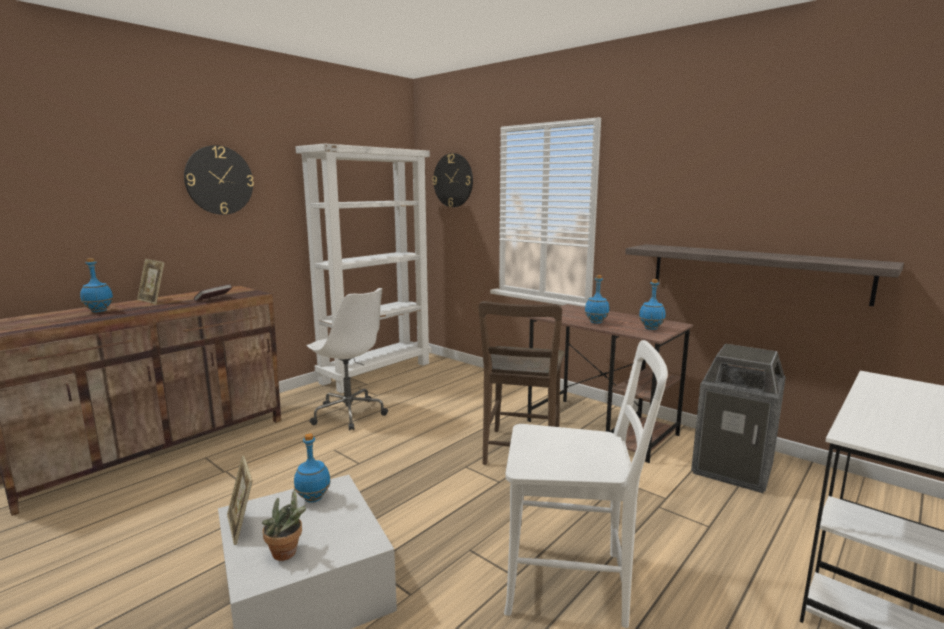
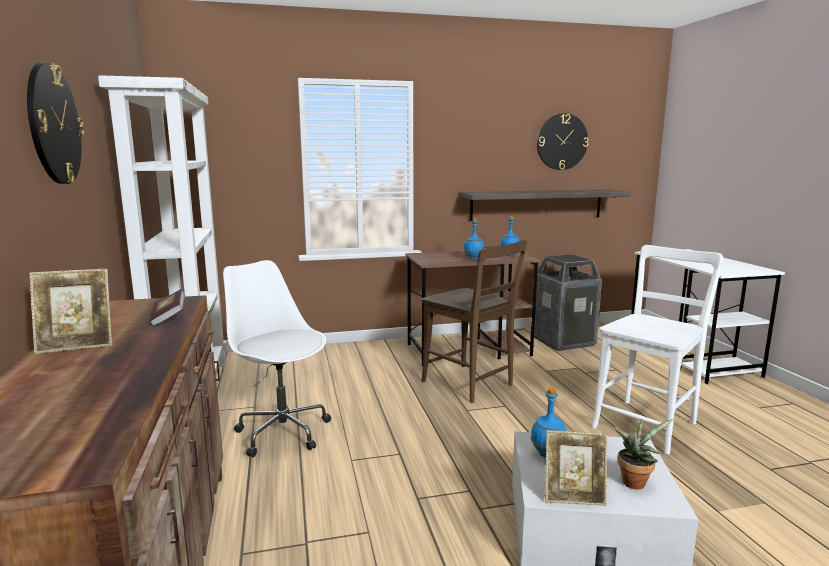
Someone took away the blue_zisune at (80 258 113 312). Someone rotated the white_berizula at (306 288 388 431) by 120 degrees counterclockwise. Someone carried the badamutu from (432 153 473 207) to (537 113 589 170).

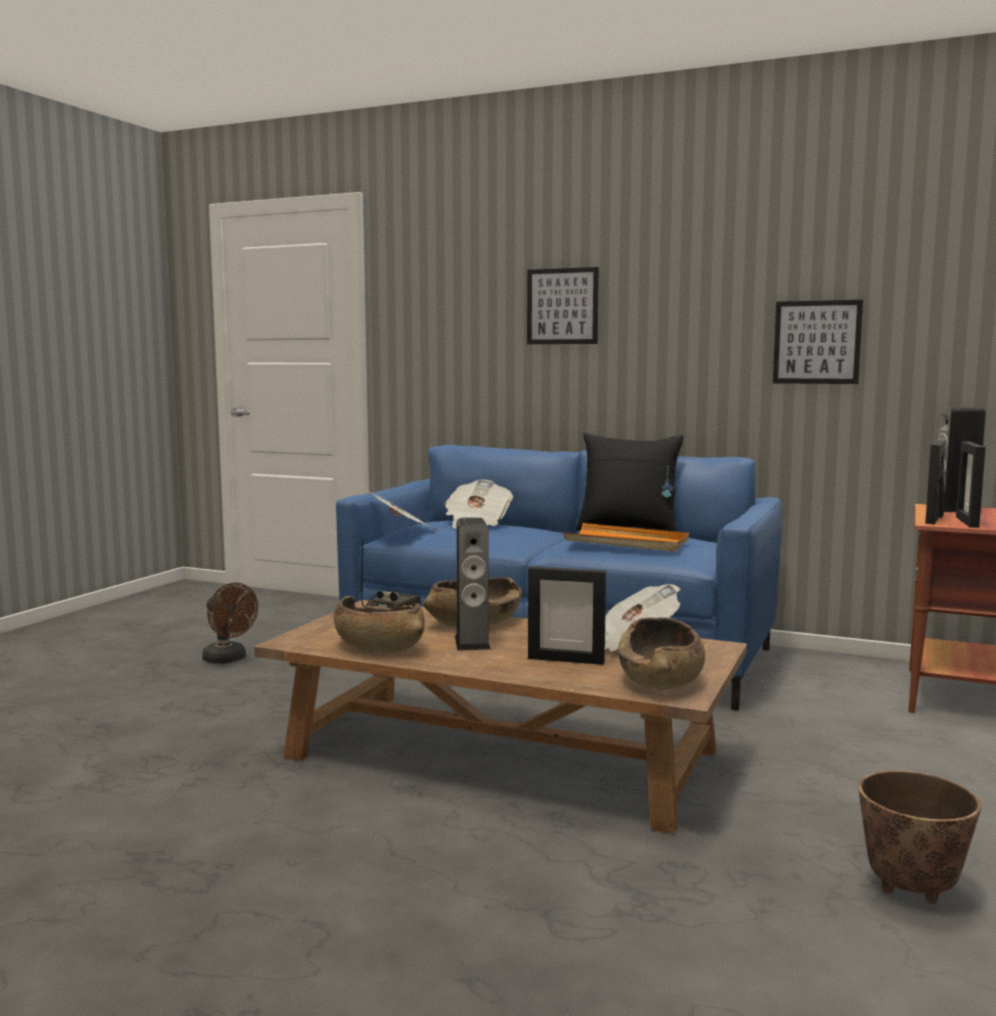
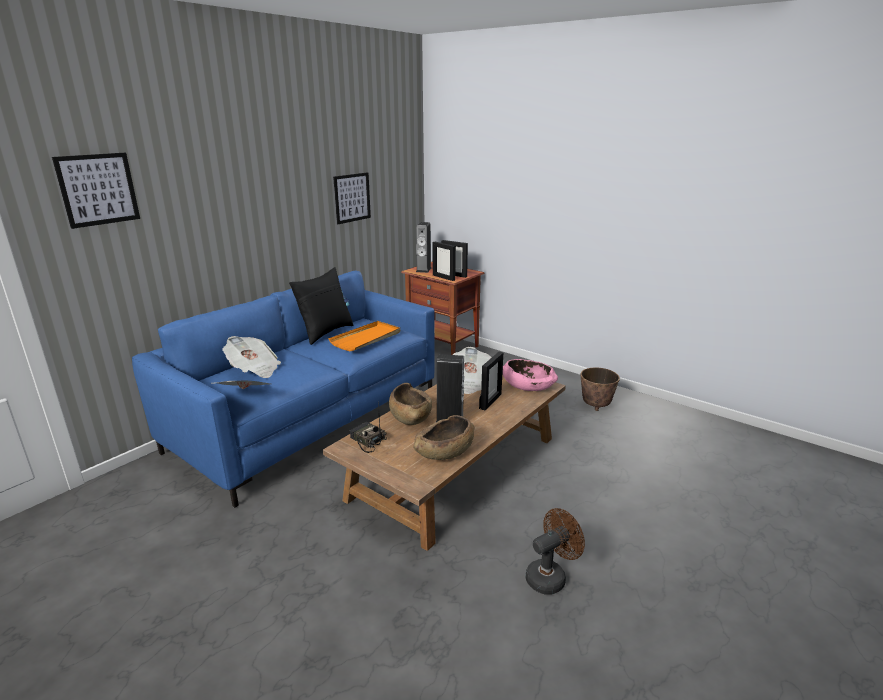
Someone carried the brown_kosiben from (202 583 258 664) to (526 508 585 595). Someone carried the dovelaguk from (527 267 599 344) to (52 153 140 229). Someone repainted the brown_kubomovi at (618 617 705 689), which became the pink_kubomovi at (502 359 558 391).

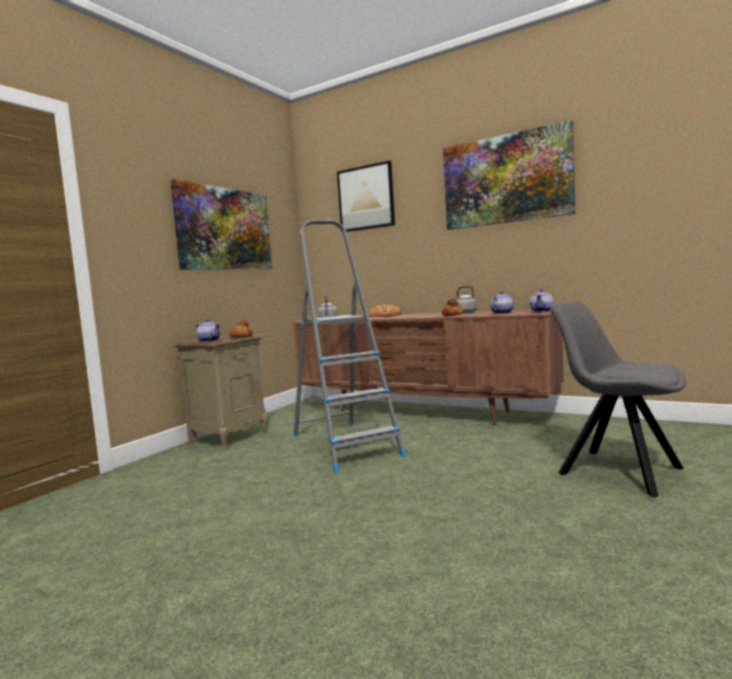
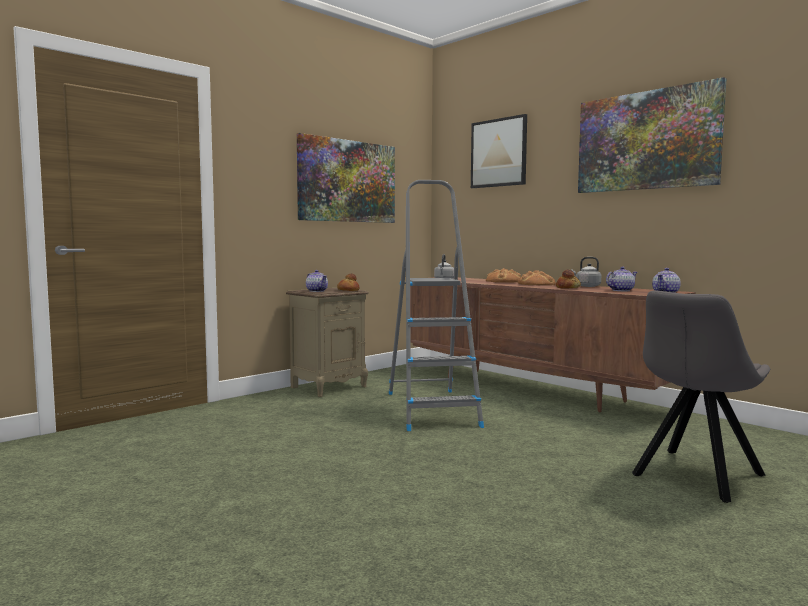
Someone rotated the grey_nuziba at (550 300 686 497) by 105 degrees counterclockwise. Someone put down the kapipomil at (518 270 556 285).

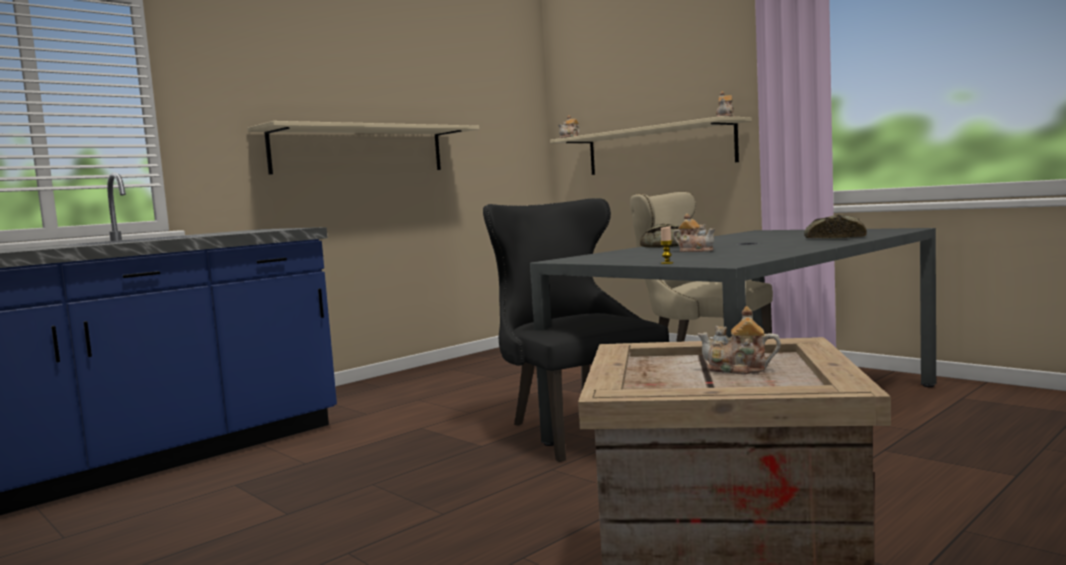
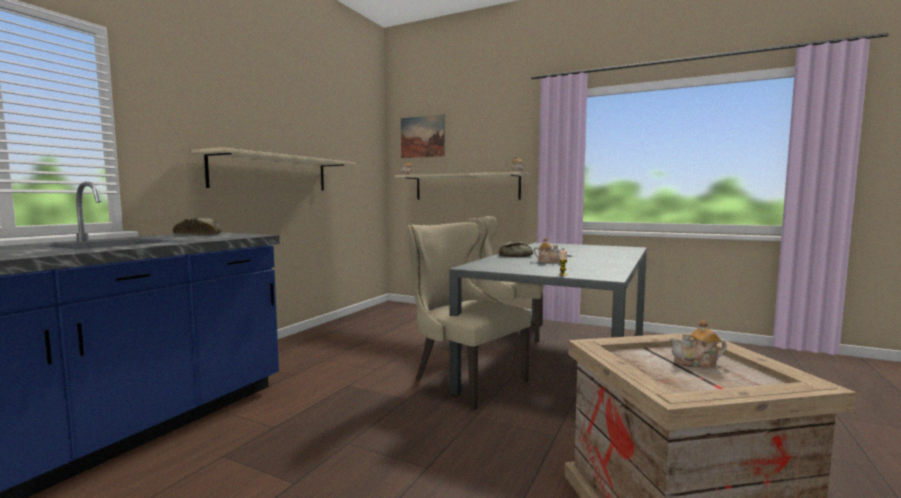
Someone repainted the black_nuziba at (483 198 669 462), which became the beige_nuziba at (407 222 531 410). Someone carried the kapipomil from (804 215 867 239) to (173 217 222 235). Someone put up the dovelaguk at (401 114 445 158).

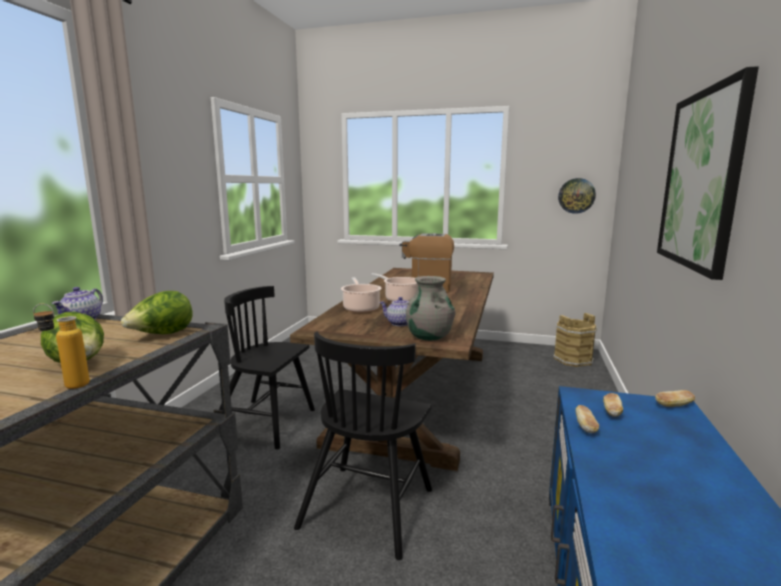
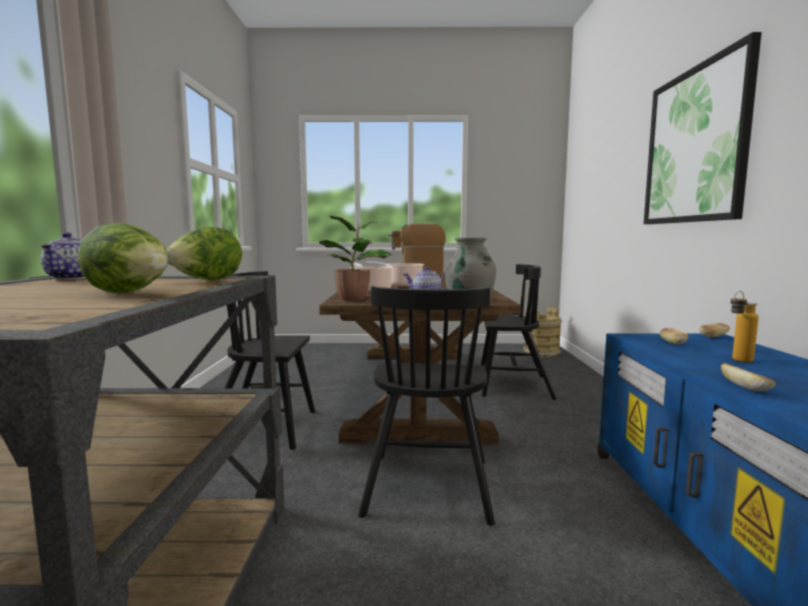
Someone carried the zisune from (33 304 90 389) to (731 291 759 362). Someone took away the badamutu at (558 178 596 214). Someone carried the kapipomil from (575 405 599 433) to (721 363 775 391). Someone put down the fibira at (319 216 391 301). Someone put down the black_nuziba at (481 264 557 400).

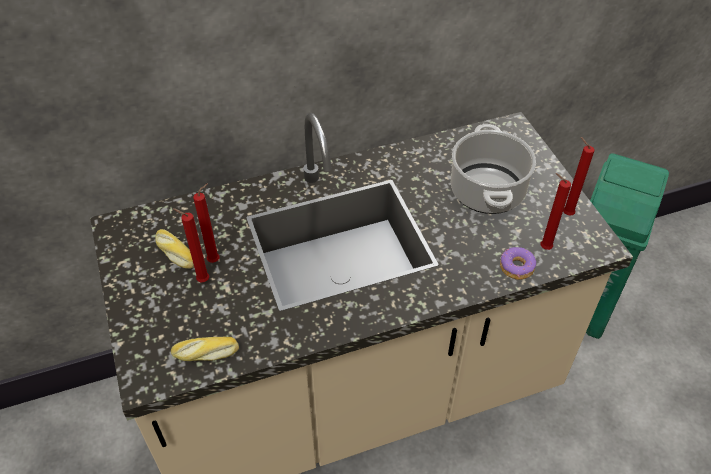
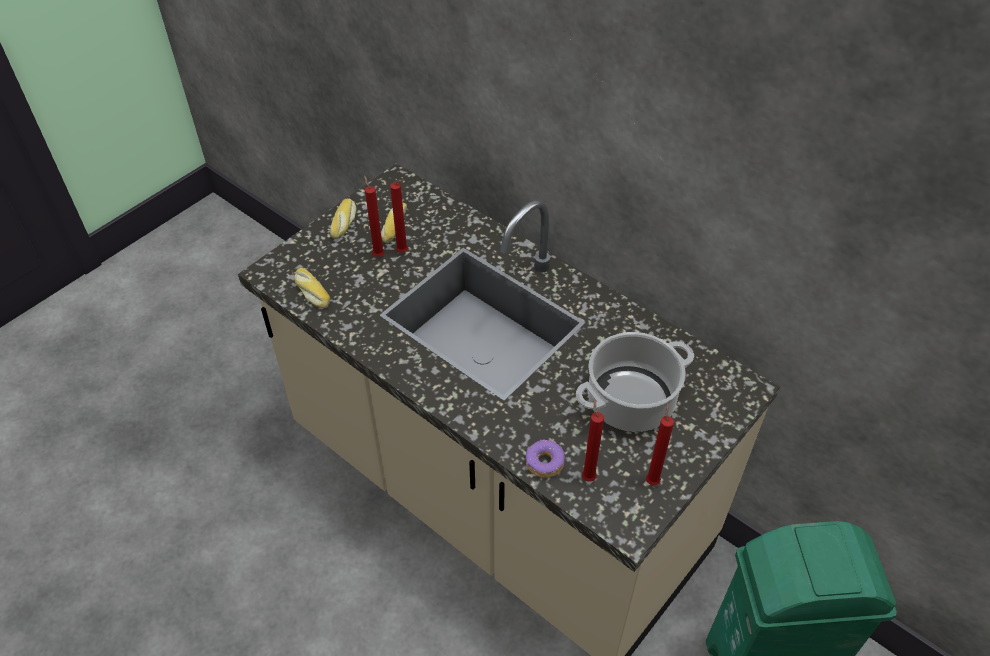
Someone put down the kapipomil at (330 198 357 239).

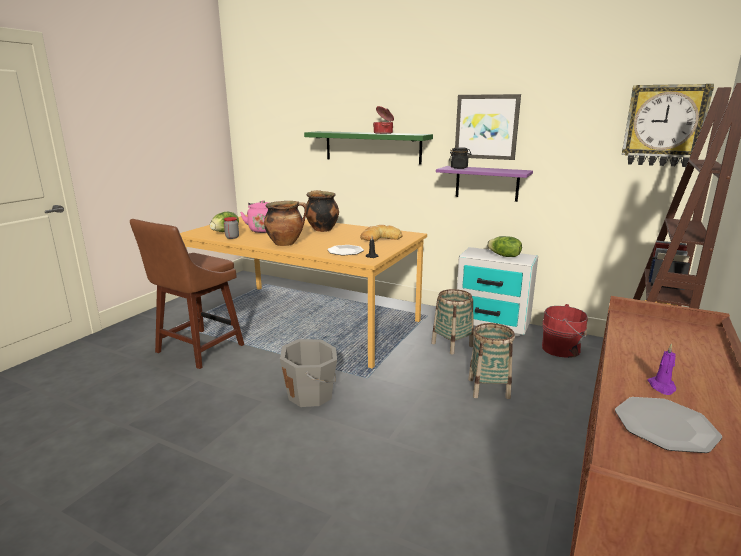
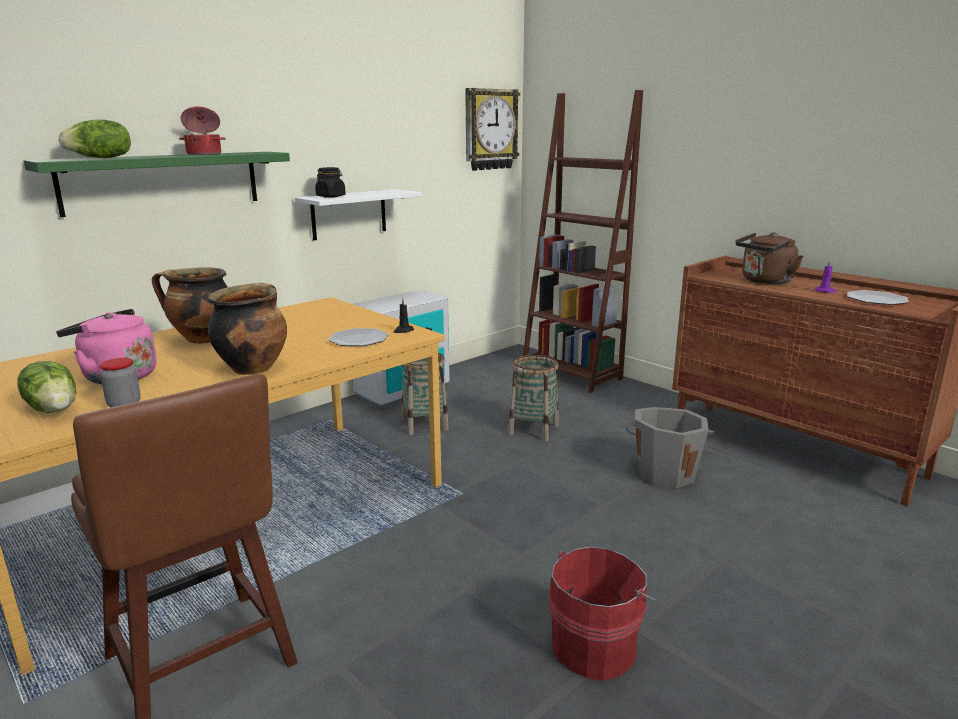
Someone carried the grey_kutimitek from (280 339 337 407) to (625 407 715 488). Someone took away the kapipomil at (360 225 403 242). Someone repainted the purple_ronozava at (436 166 533 202), which became the white_ronozava at (295 189 422 240). Someone took away the dovelaguk at (455 94 521 160). Someone carried the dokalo from (487 236 522 257) to (59 119 131 158). Someone carried the red_kutimitek from (542 304 588 358) to (548 547 656 681). Someone put down the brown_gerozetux at (735 232 803 284).

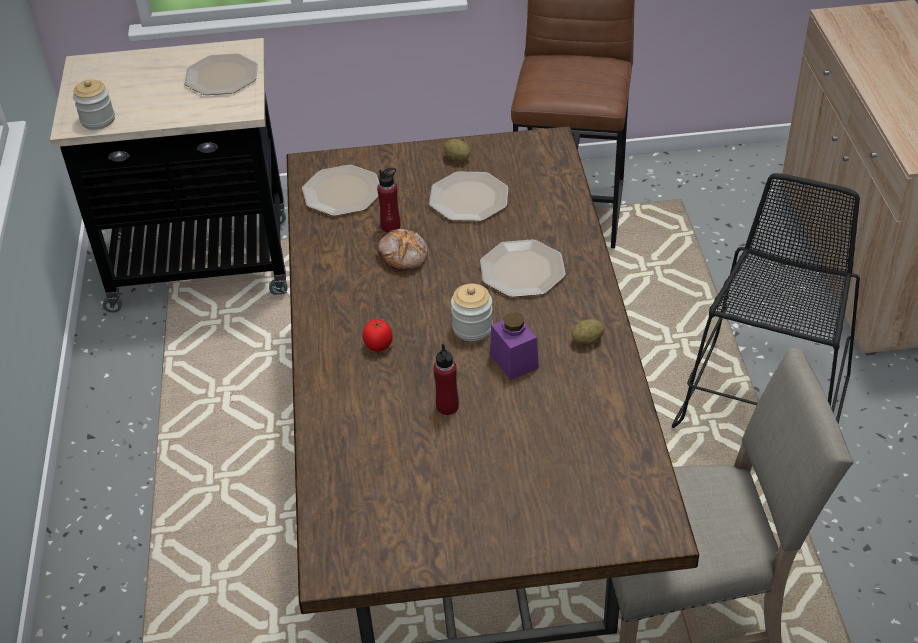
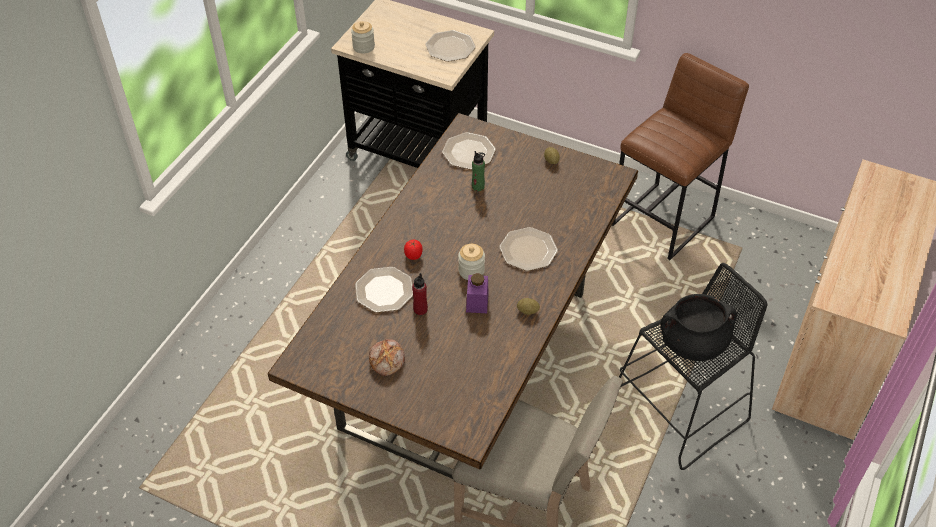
Someone repainted the red_zisune at (377 168 400 233), which became the green_zisune at (472 151 485 191). Someone carried the kapipomil from (377 229 428 271) to (369 339 405 376). Someone carried the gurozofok from (429 172 508 221) to (355 267 413 313). Someone put down the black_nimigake at (660 294 737 361).

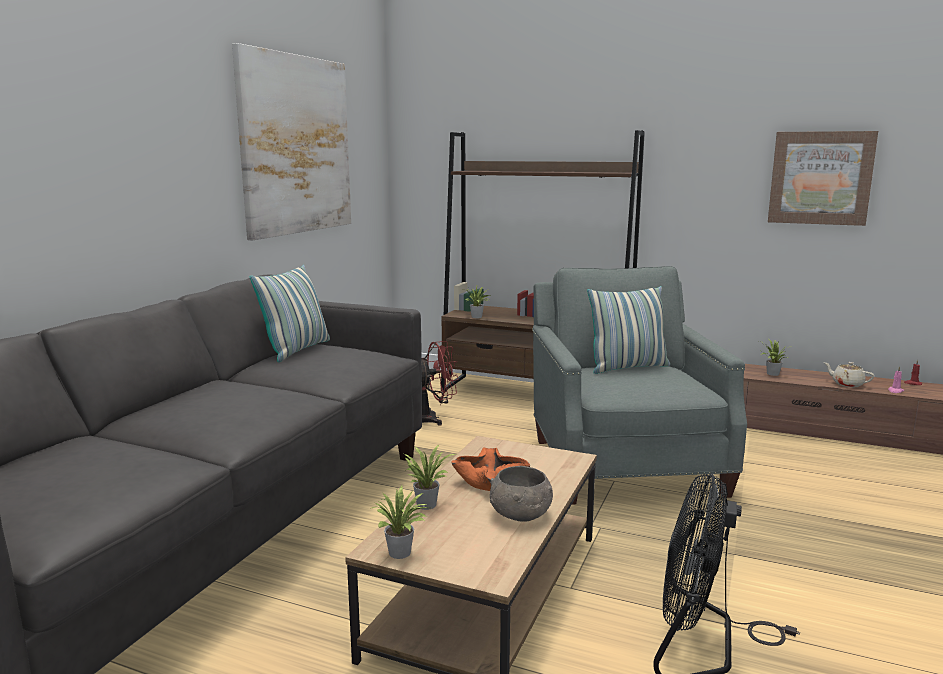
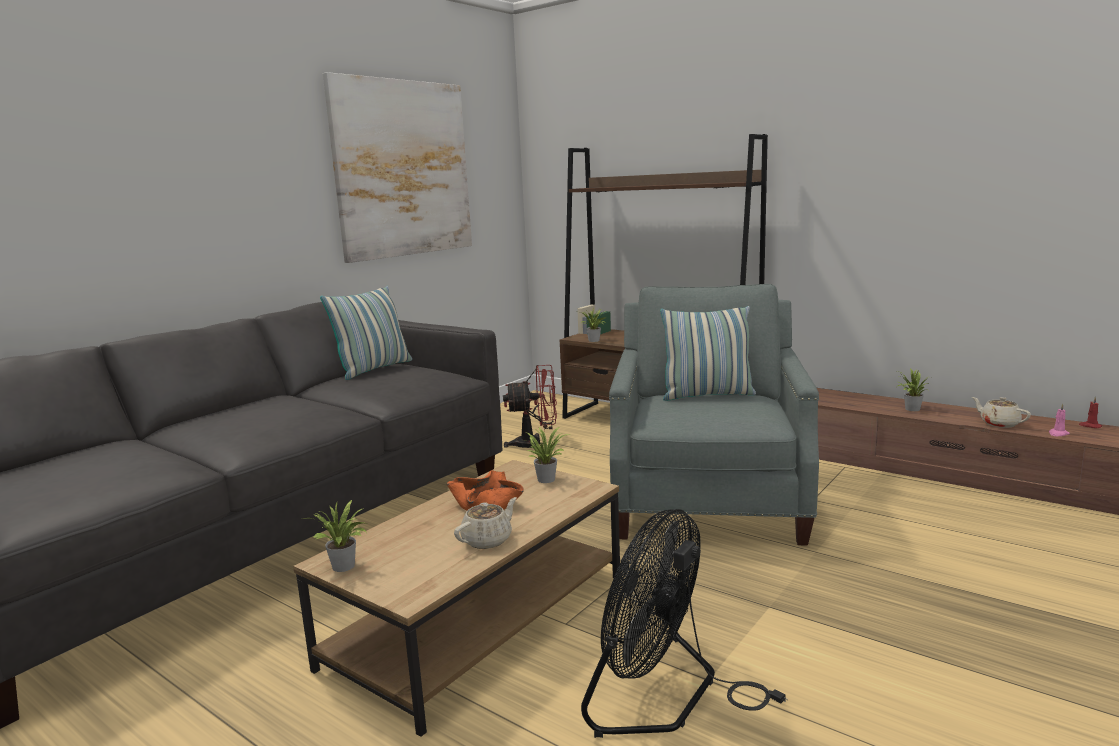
Someone carried the fibira from (404 445 455 510) to (527 427 570 483). Someone swapped the grey_kubomovi at (490 466 553 521) for the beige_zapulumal at (454 497 517 549). Someone took away the dovelaguk at (768 131 878 226).

